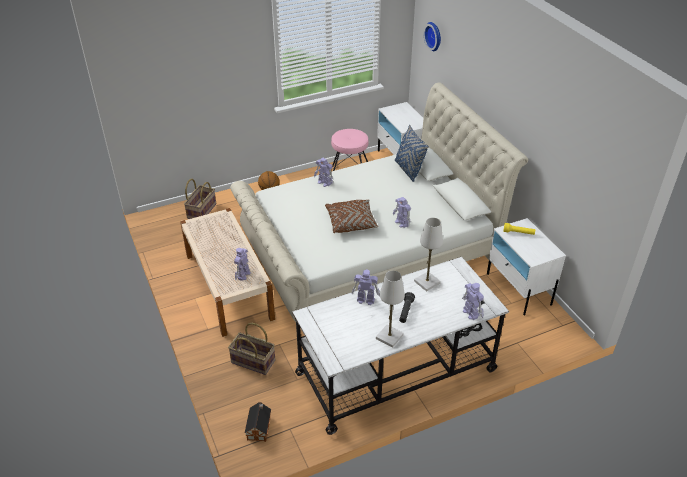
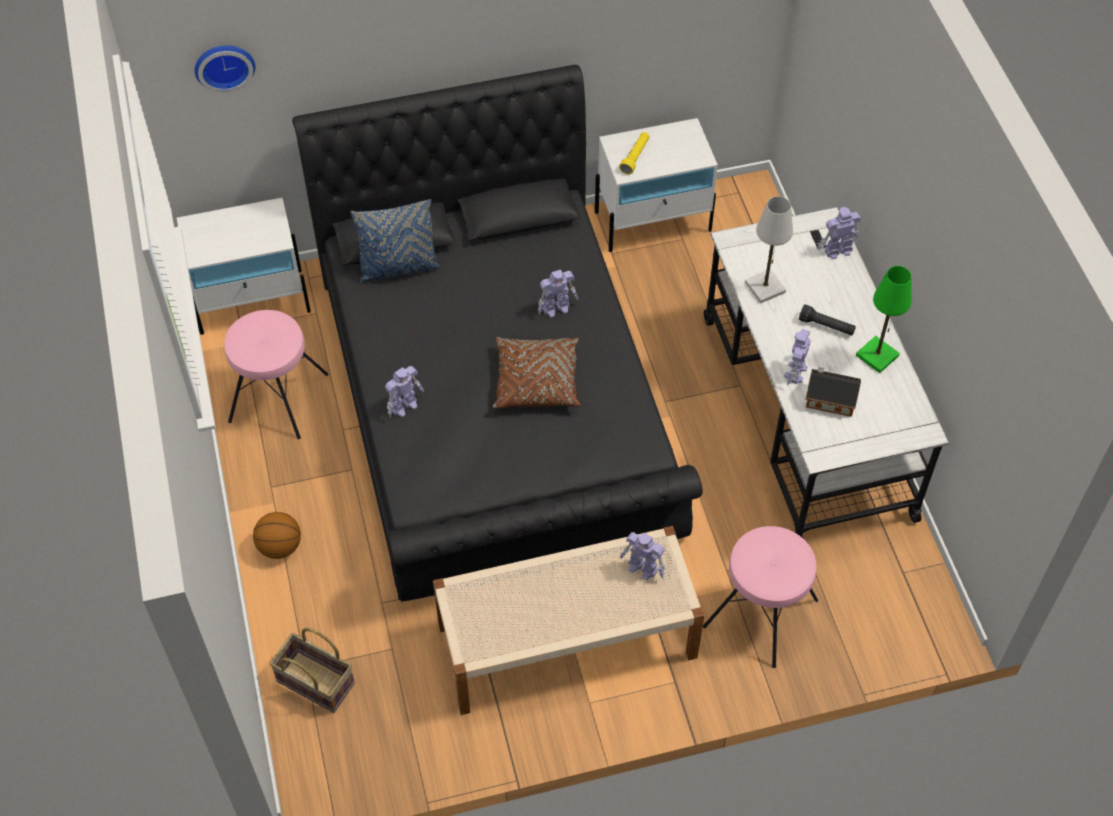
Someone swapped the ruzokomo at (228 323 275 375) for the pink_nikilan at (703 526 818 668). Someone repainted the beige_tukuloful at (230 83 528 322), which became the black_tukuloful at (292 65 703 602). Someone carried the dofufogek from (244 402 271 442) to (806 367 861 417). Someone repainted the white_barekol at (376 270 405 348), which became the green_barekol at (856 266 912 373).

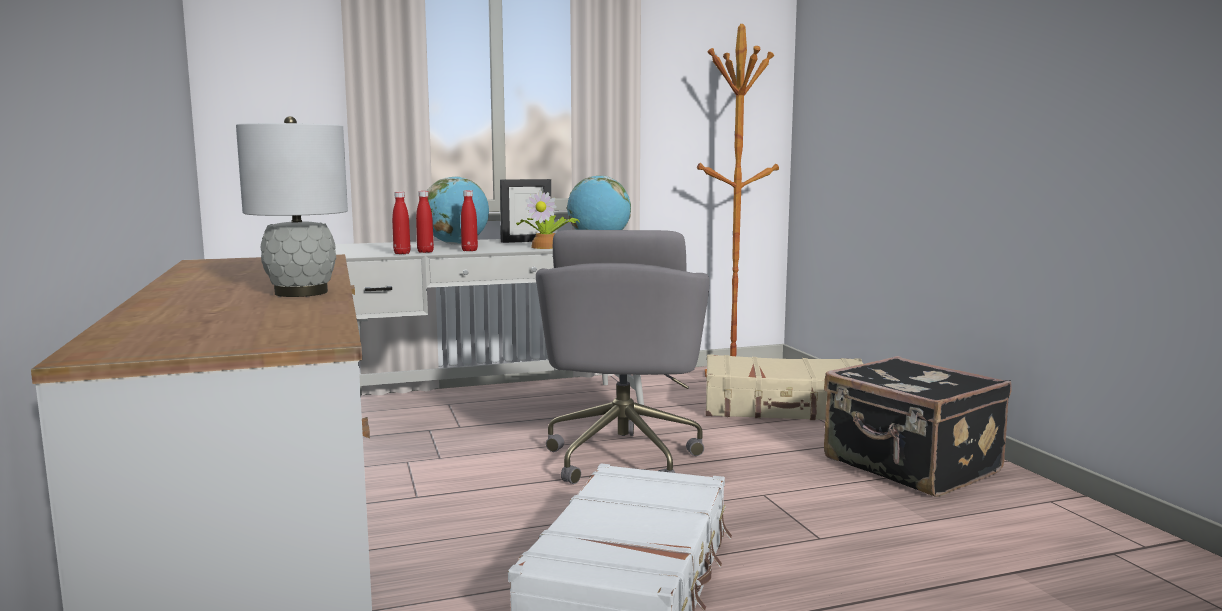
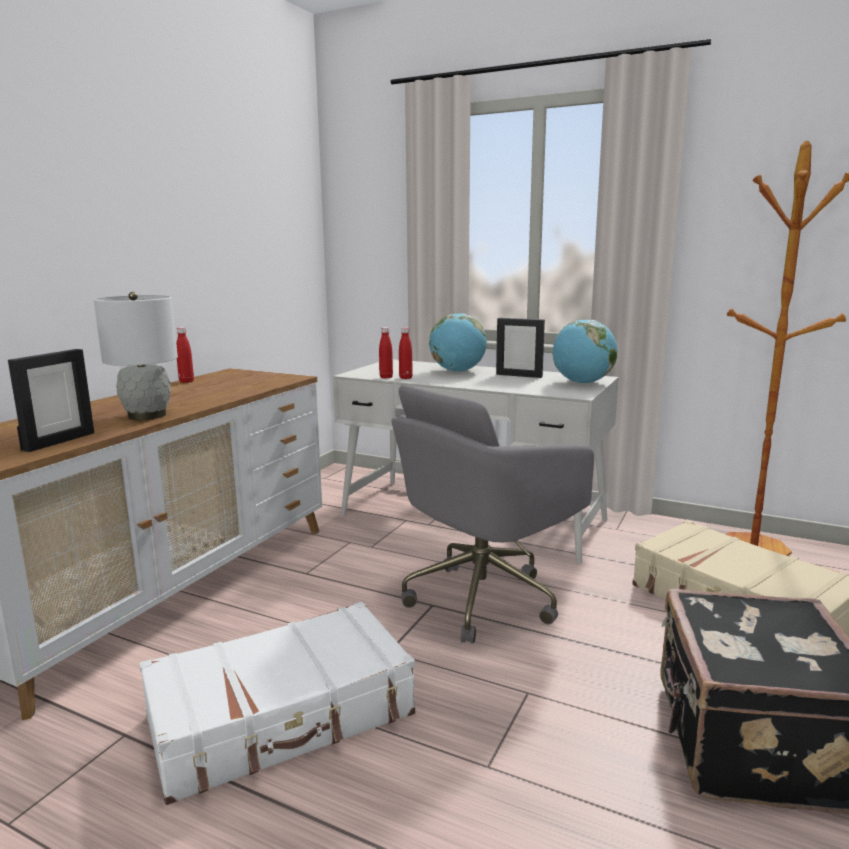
Someone carried the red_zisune from (461 190 478 251) to (176 327 194 383). Someone took away the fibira at (516 190 580 249). Someone put down the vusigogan at (8 349 94 452).

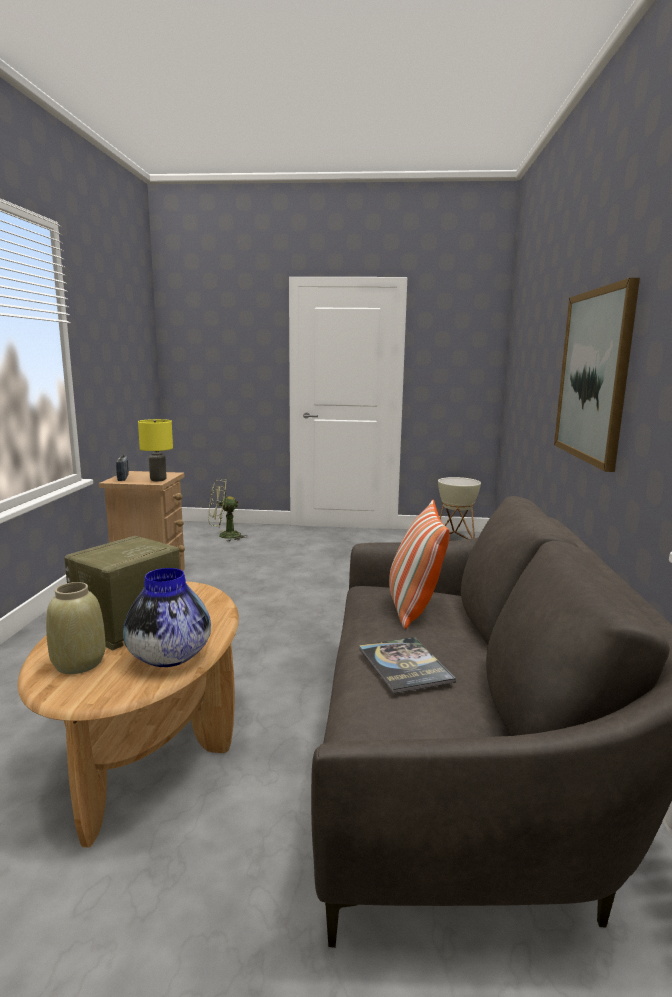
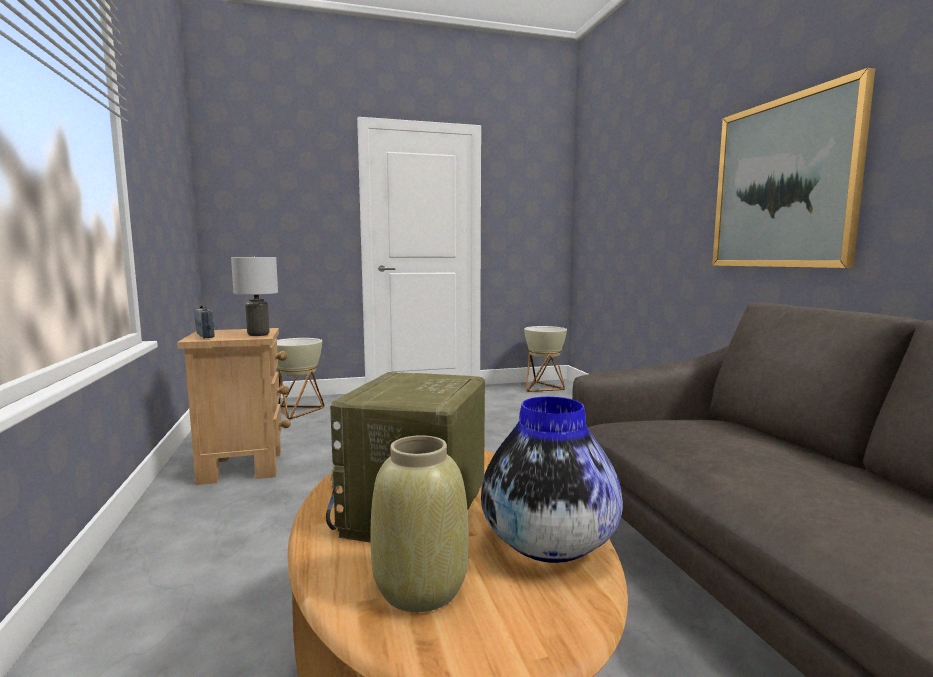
Someone repainted the yellow_barekol at (138 419 173 481), which became the white_barekol at (231 256 278 336). Someone swapped the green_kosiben at (209 479 248 541) for the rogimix at (277 338 325 419). Someone took away the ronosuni at (359 637 456 694). Someone took away the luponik at (389 500 449 629).

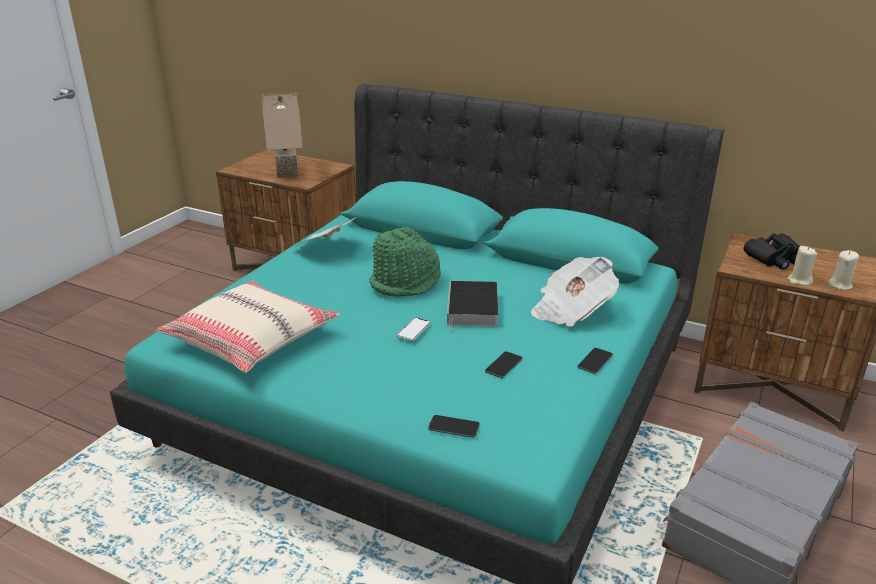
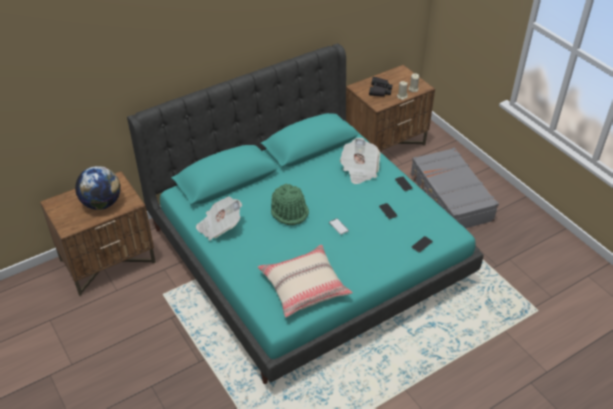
Someone swapped the beige_barekol at (262 93 302 178) for the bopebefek at (75 166 121 210). Someone took away the ronosuni at (447 281 498 332).

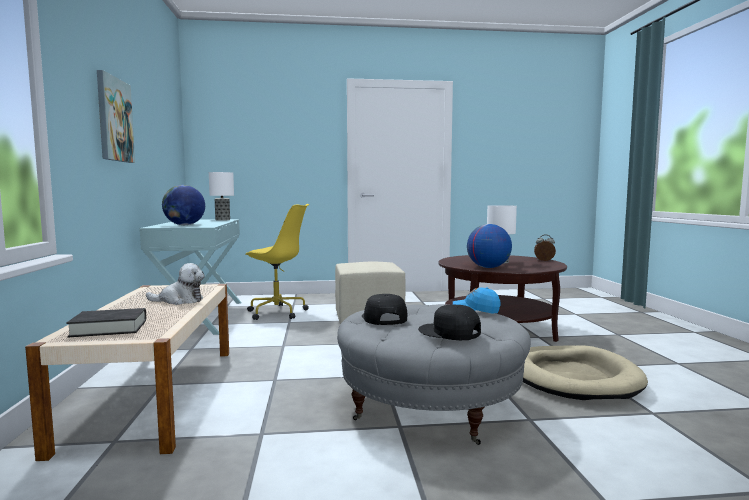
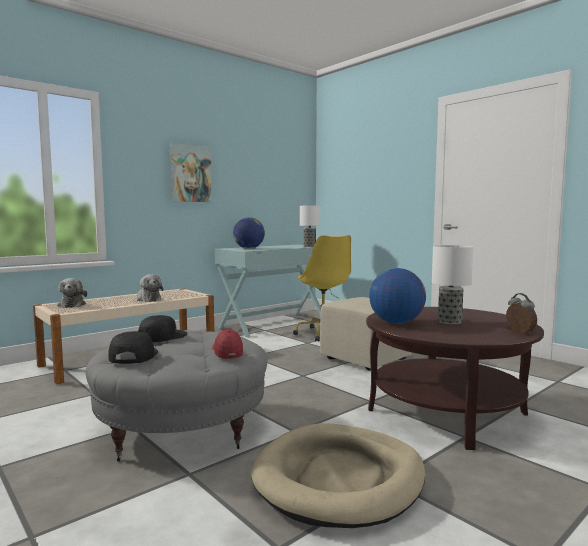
Someone swapped the black_ronosuni at (66 308 146 337) for the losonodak at (57 278 87 308). Someone repainted the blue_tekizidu at (453 287 500 313), which became the red_tekizidu at (212 329 243 359).

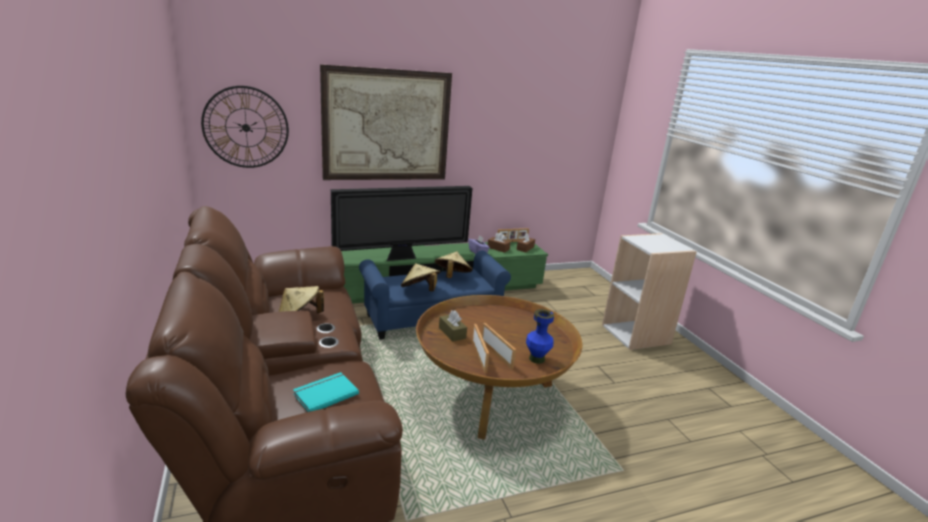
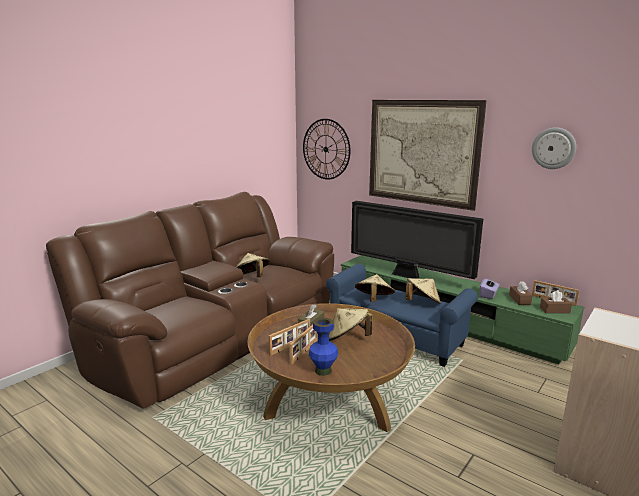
Someone took away the turquoise_ronosuni at (293 372 359 412). Someone put down the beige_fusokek at (329 308 373 341). Someone put up the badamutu at (532 127 576 169).

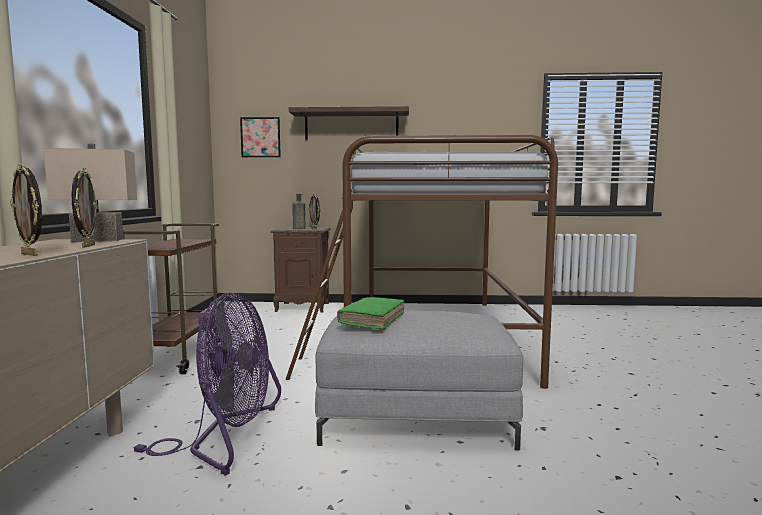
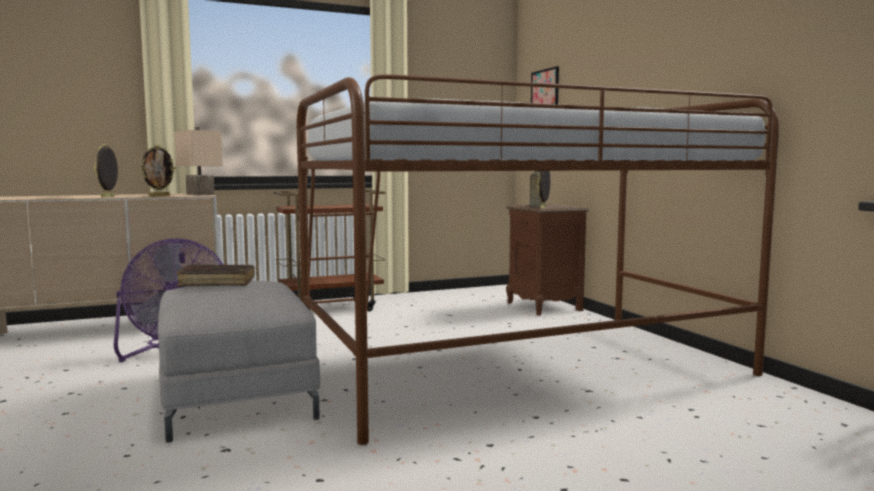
Someone took away the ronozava at (289 106 409 140). Someone repainted the green_ronosuni at (337 297 404 329), which became the brown_ronosuni at (176 264 255 287).

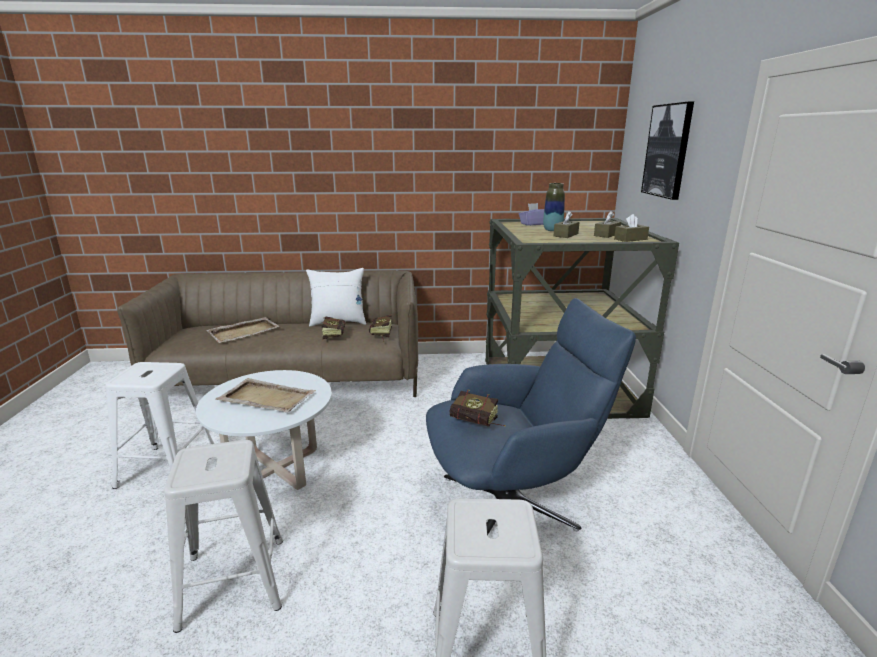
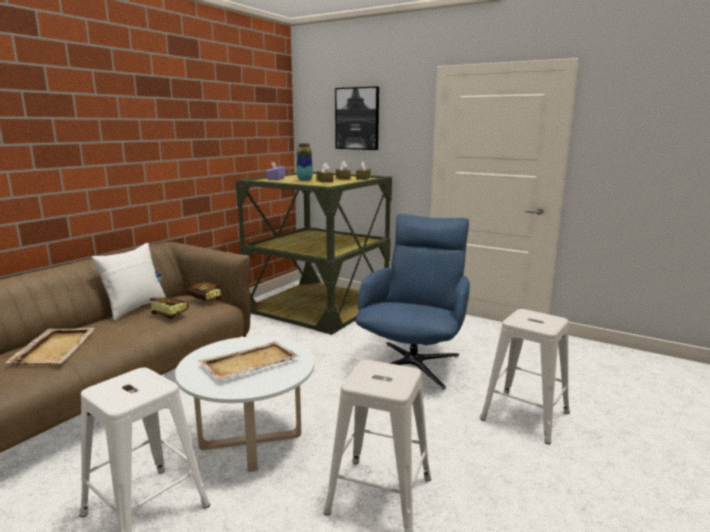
Someone took away the ronosuni at (450 390 506 427).

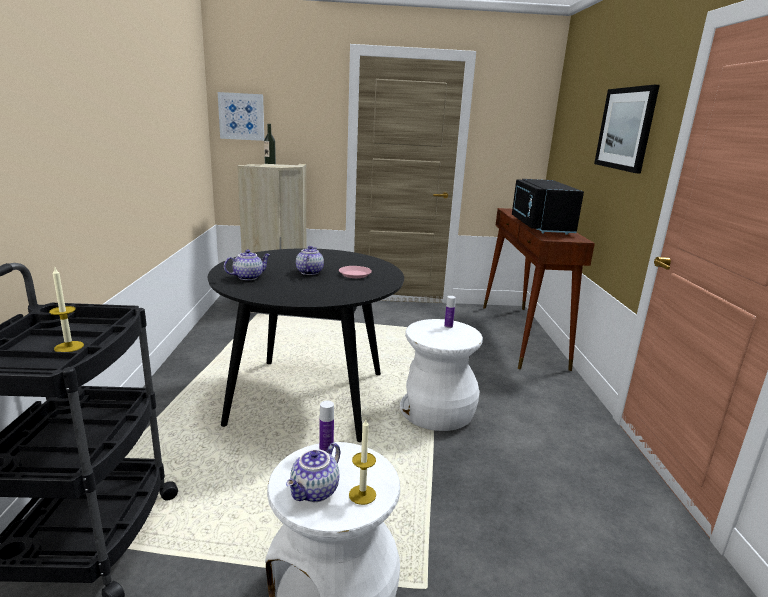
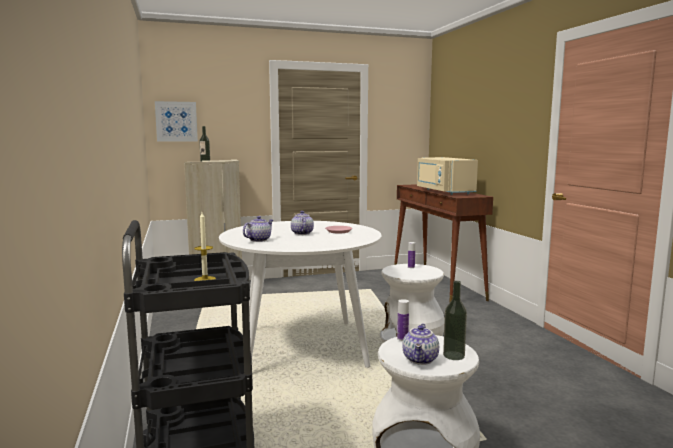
Someone repainted the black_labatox at (208 248 404 442), which became the white_labatox at (219 221 382 368). Someone swapped the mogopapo at (349 419 376 505) for the zisune at (443 281 467 360). Someone repainted the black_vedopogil at (512 179 584 235), which became the beige_vedopogil at (417 157 478 195). Someone took away the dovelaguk at (594 85 660 174).

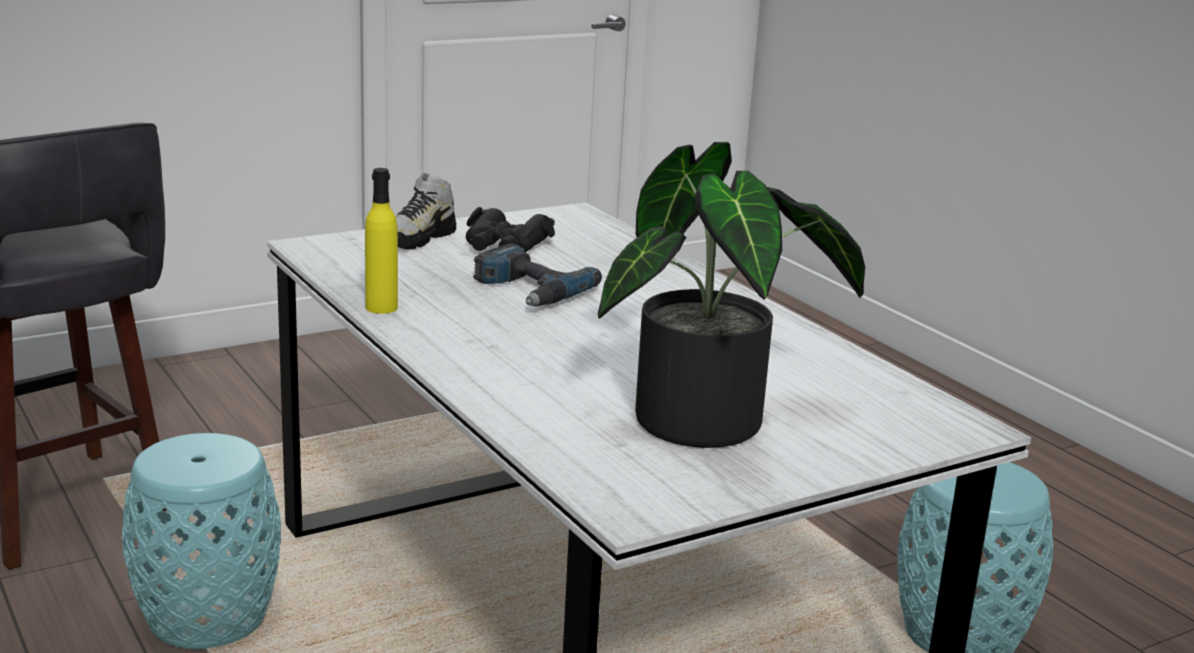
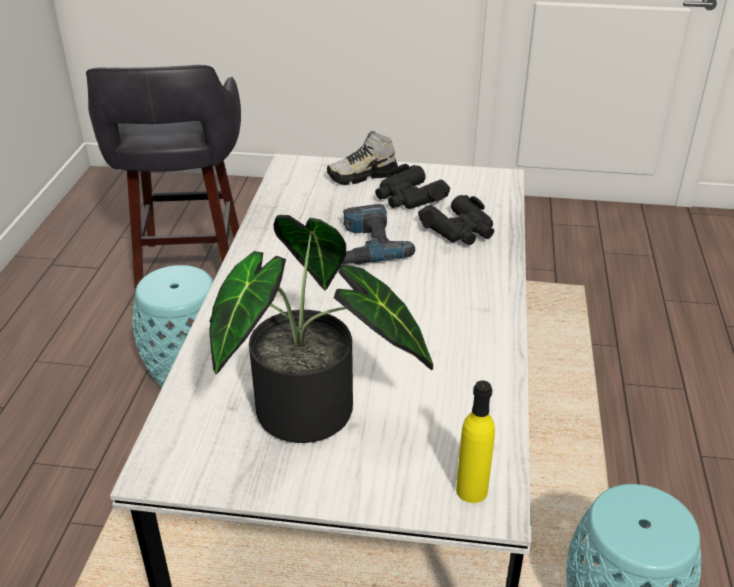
Someone carried the yellow_zisune from (365 168 398 314) to (456 381 495 503). Someone put down the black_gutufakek at (418 195 494 245).

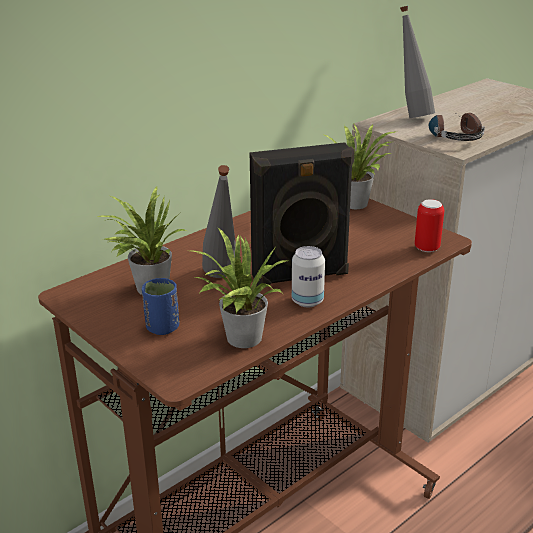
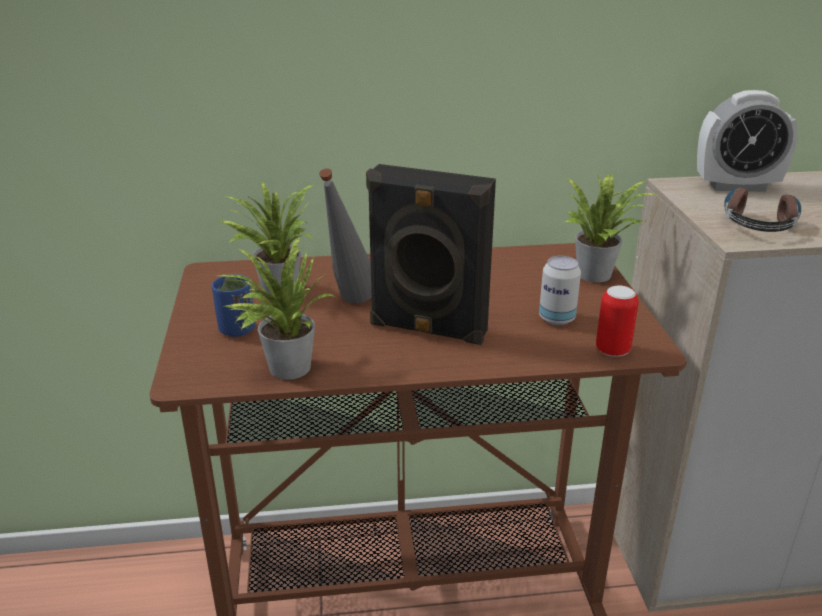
Someone carried the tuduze from (292 246 325 307) to (539 256 581 325). Someone swapped the grey_zisune at (400 6 435 118) for the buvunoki at (697 90 798 192).

